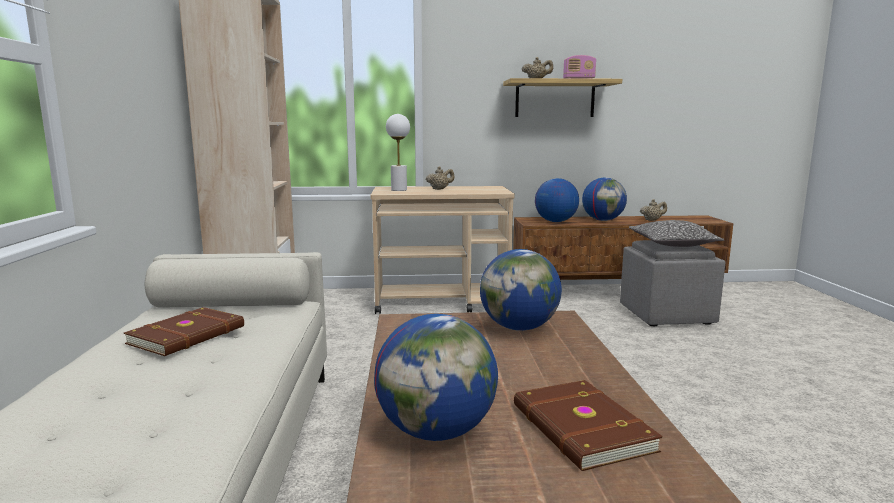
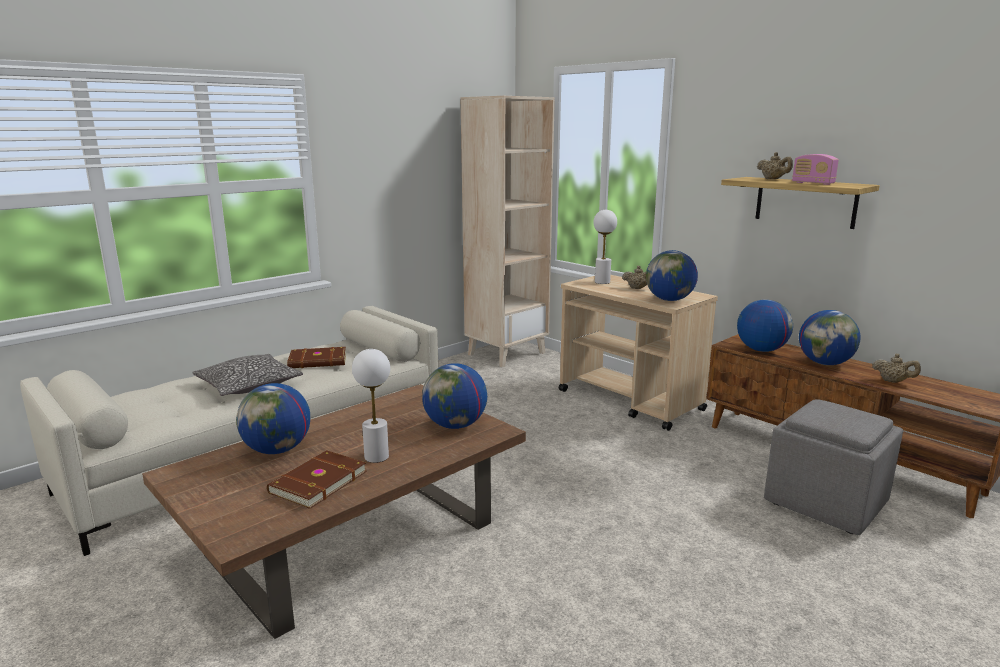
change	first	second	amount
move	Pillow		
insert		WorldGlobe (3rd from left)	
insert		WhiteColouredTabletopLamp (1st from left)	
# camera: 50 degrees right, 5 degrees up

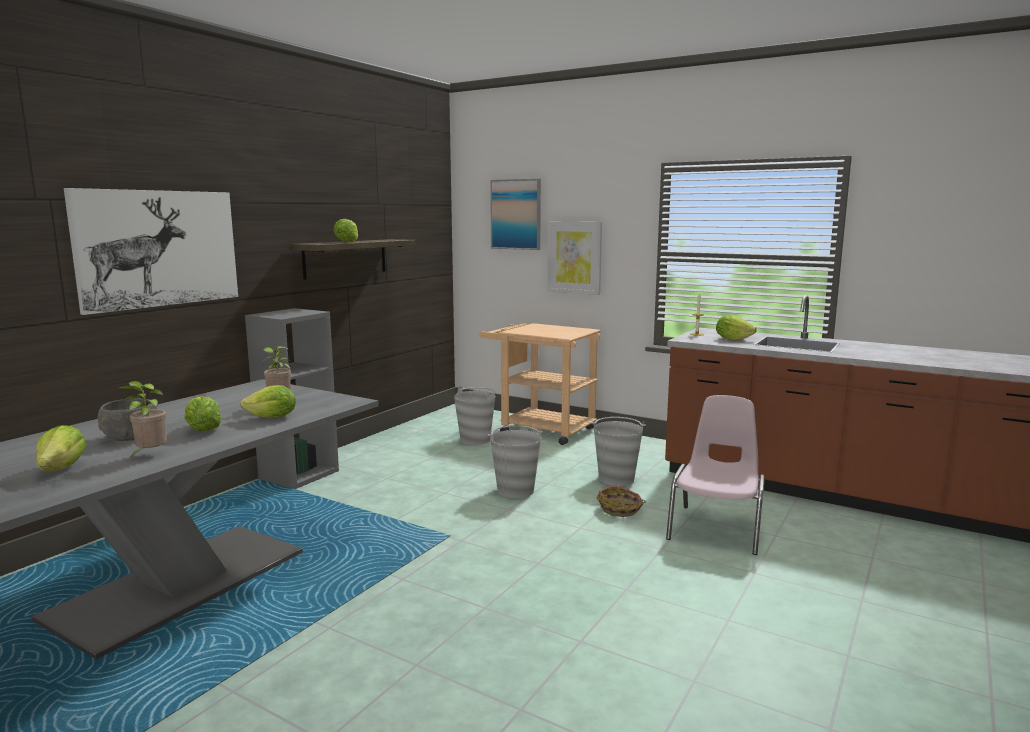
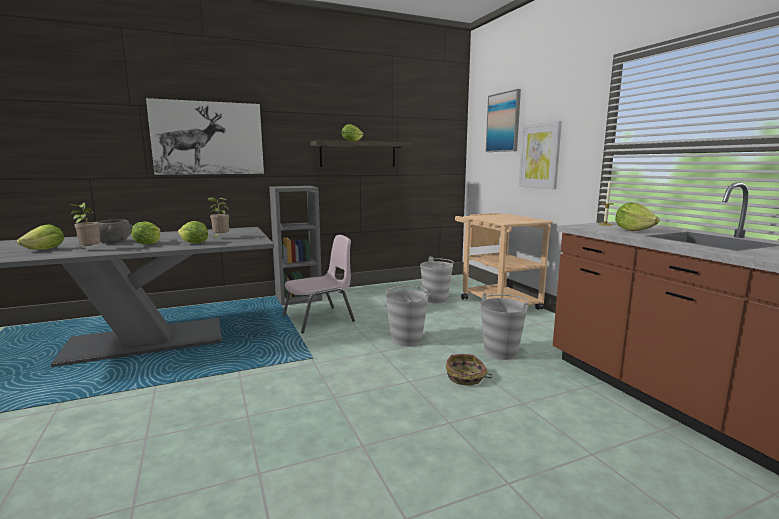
change	first	second	amount
move	PinkColouredPlainChair		
# camera: 35 degrees right, 0 degrees up

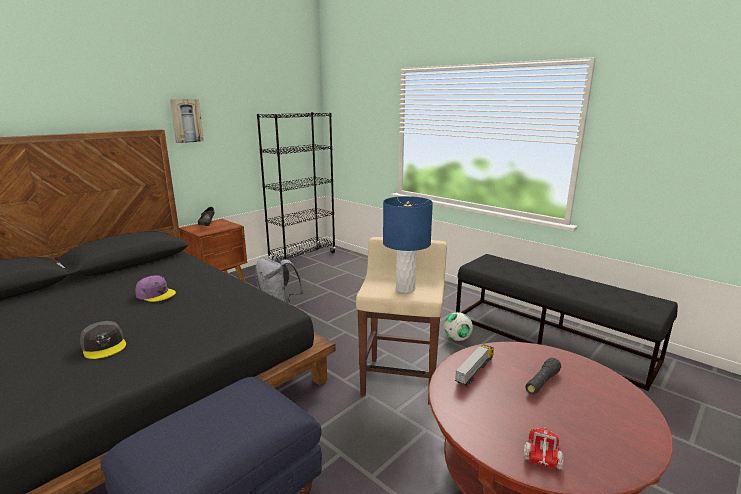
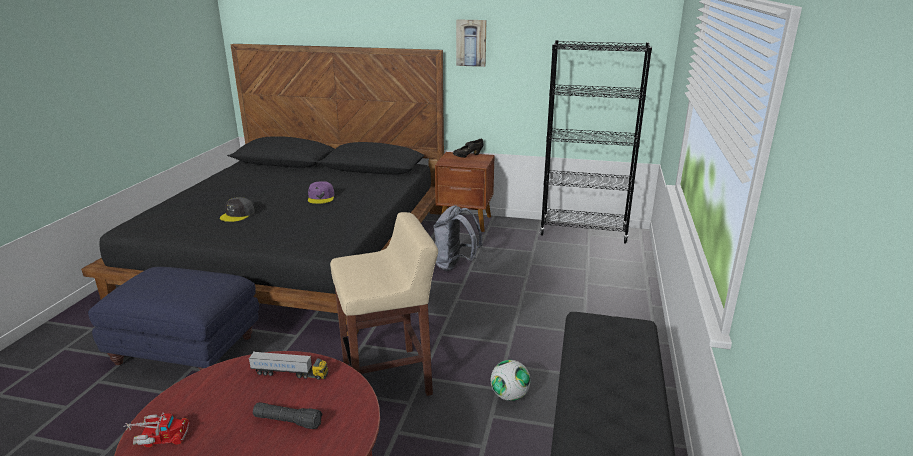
change	first	second	amount
delete	BlueTabletopLamp		
# camera: 60 degrees right, 5 degrees up

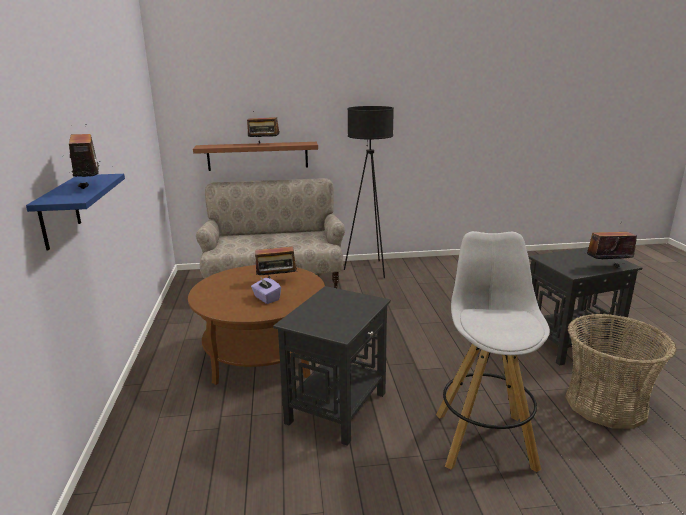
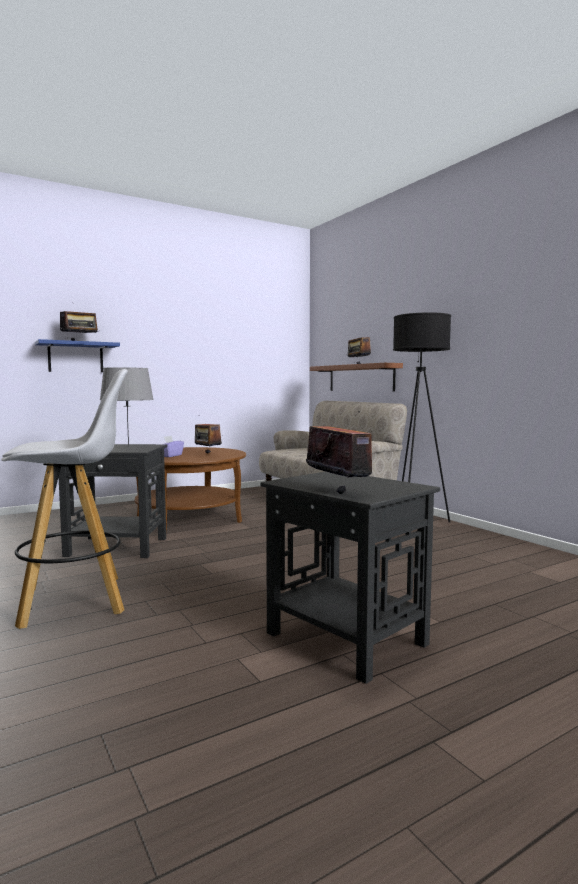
change	first	second	amount
delete	HouseholdBasket		
insert		GrayTabletopLamp	
# camera: 65 degrees right, 15 degrees down

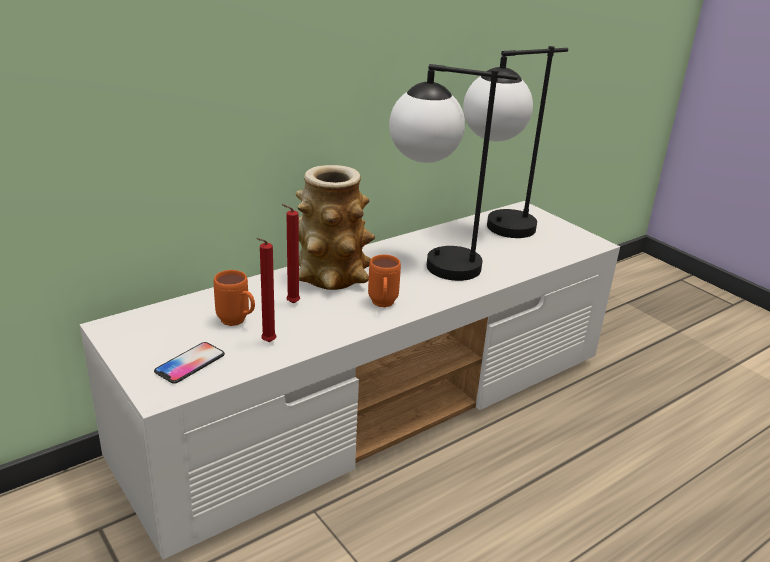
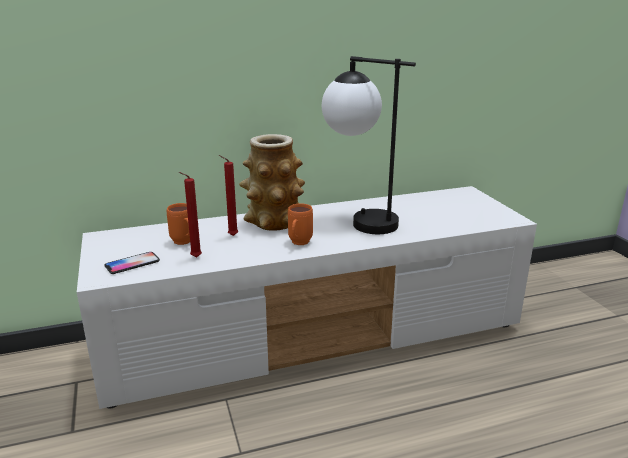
change	first	second	amount
delete	TabletopLamp (2nd from left)		
# camera: 20 degrees right, 5 degrees down

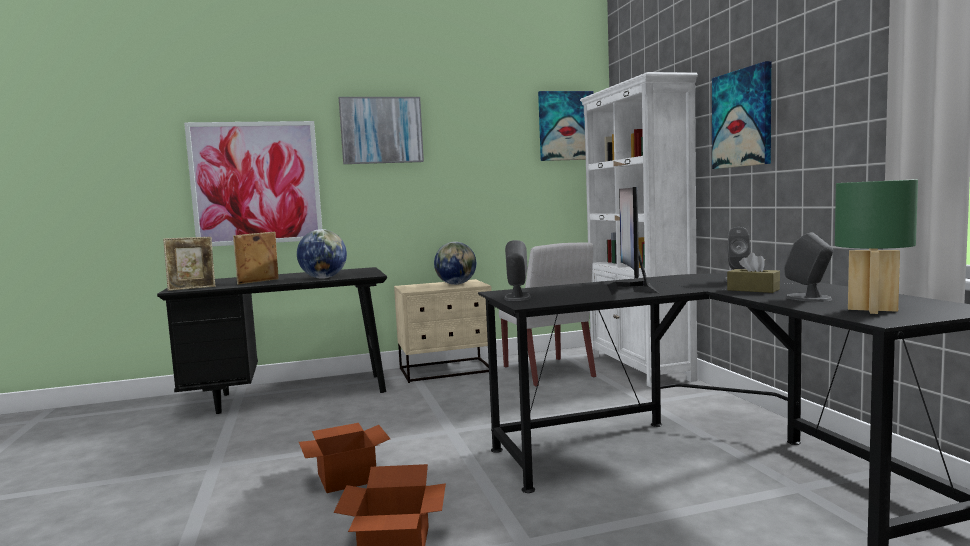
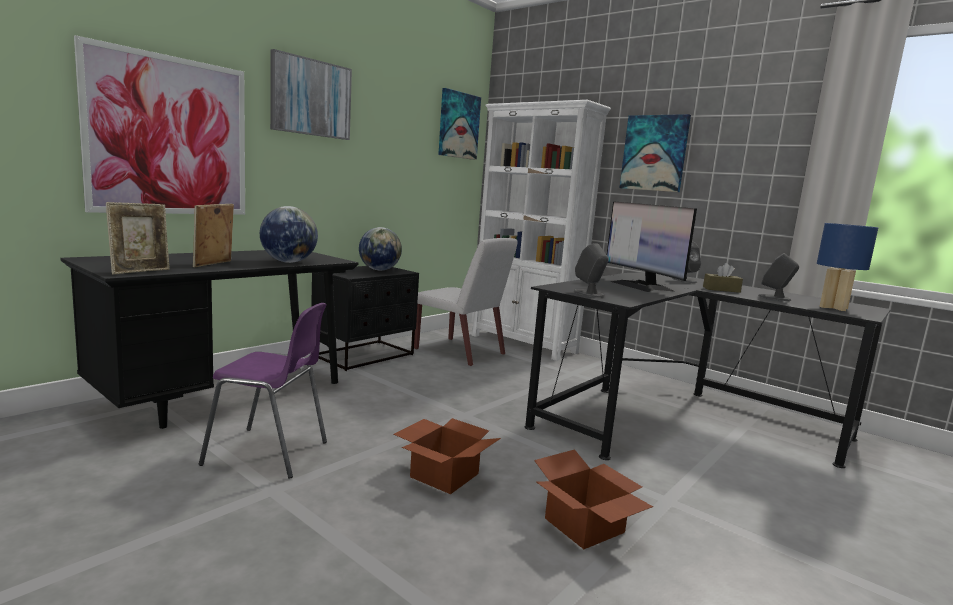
change	first	second	amount
recolor	GreenColouredTabletopLamp	BlueTabletopLamp	
recolor	BeigeColouredNightTable	BlackNightTable	
insert		PurpleColouredPlainChair	
# camera: 35 degrees left, 5 degrees up

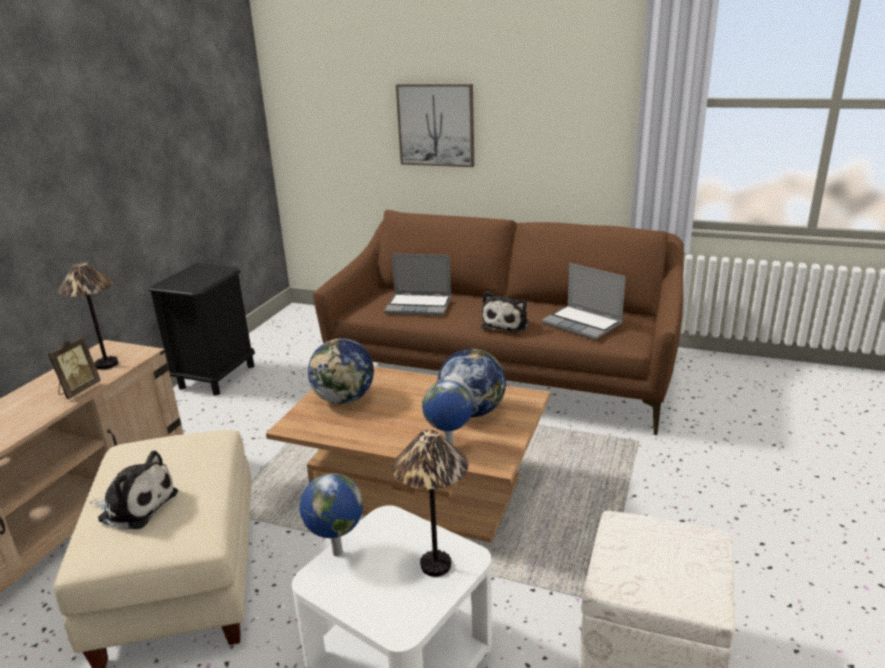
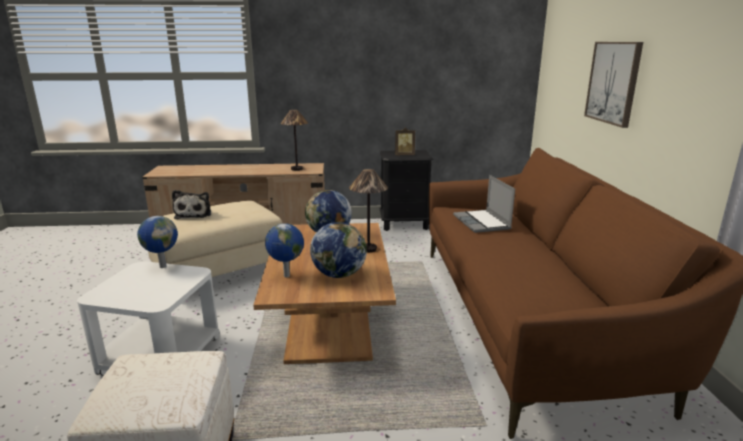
change	first	second	amount
delete	Laptop (2nd from left)		
delete	SoftToy (2nd from left)		
move	StandingFrame		
move	TabletopLamp (2nd from left)		
# camera: 65 degrees right, 5 degrees down

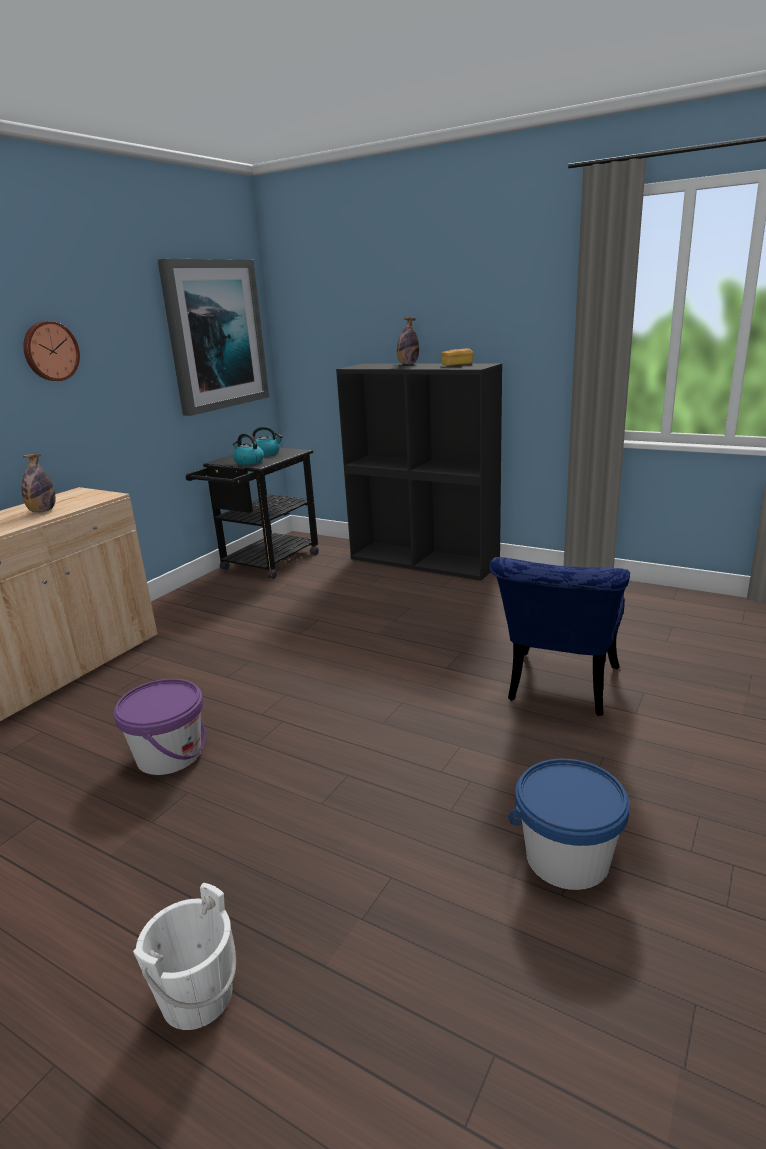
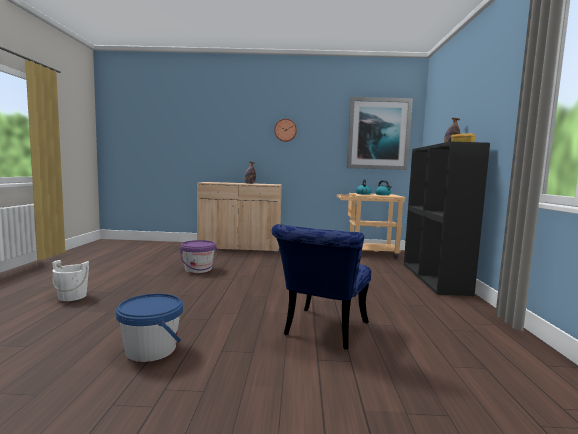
change	first	second	amount
recolor	BlackCart	BeigeColouredCart	
rotate	BluePlainChair		60 degrees counterclockwise
# camera: 60 degrees right, 15 degrees down

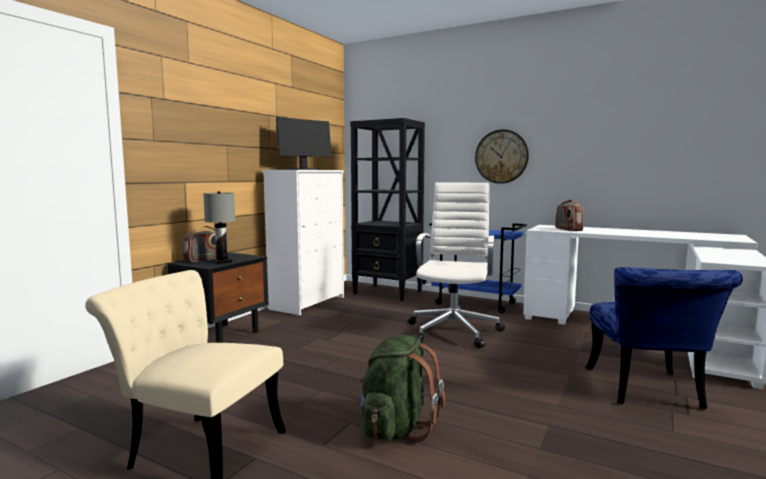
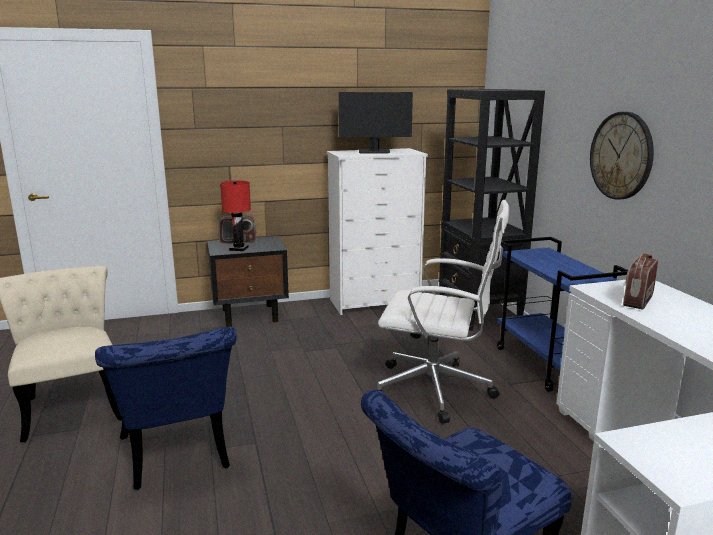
change	first	second	amount
rotate	WhiteColouredComputerChair		45 degrees clockwise
recolor	GrayTabletopLamp	RedColouredTabletopLamp	
replace	GreenColouredRucksack	BluePlainChair (1st from left)	
# camera: 45 degrees right, 10 degrees up

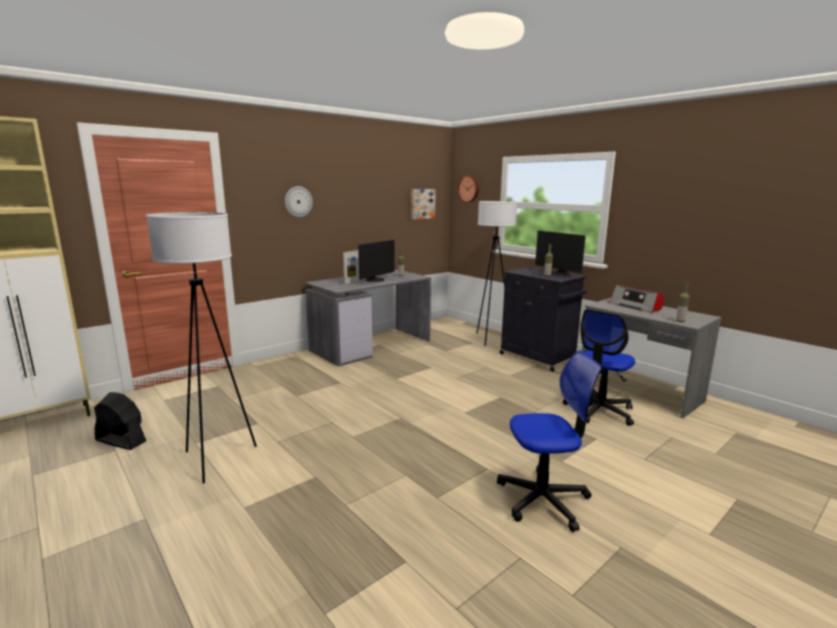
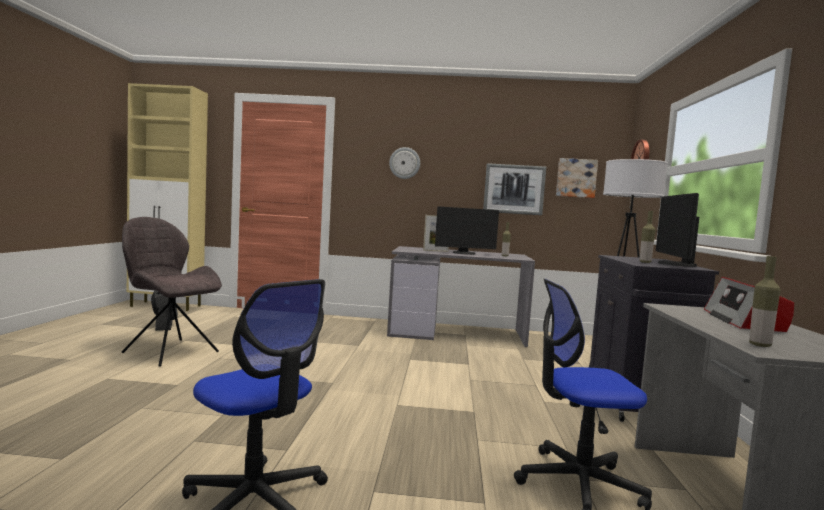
change	first	second	amount
replace	WhiteColouredStandardLamp (1st from left)	GrayPlainChair	
insert		WallPicture (1st from left)	
# camera: 45 degrees right, 10 degrees down

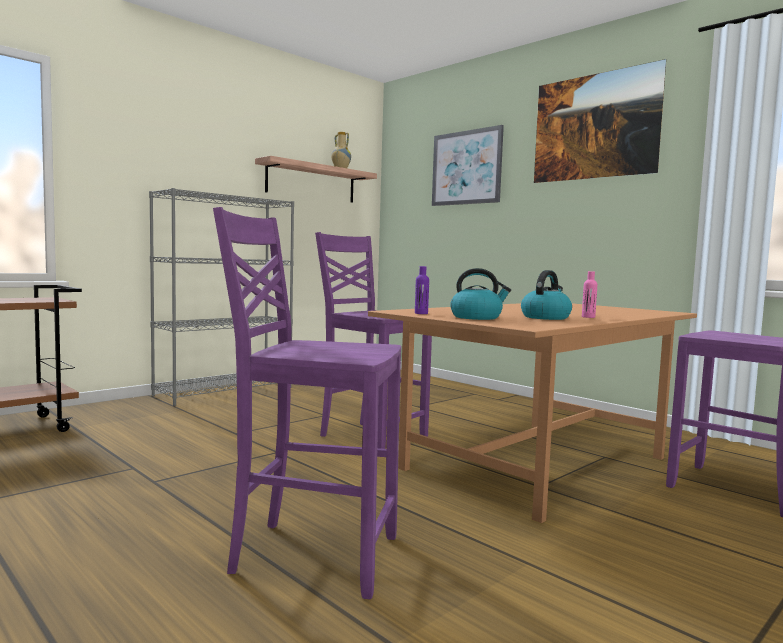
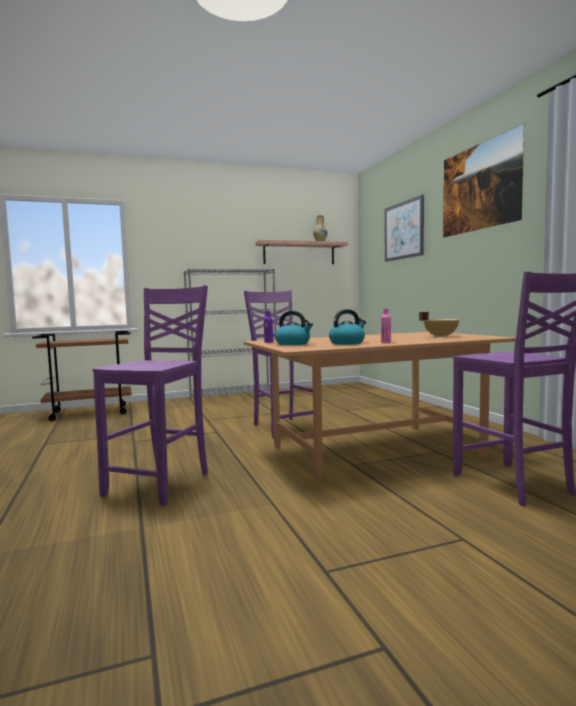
change	first	second	amount
rotate	PurpleColouredPlainChair (1st from left)		75 degrees clockwise
insert		BeigeColouredStockpot	
# camera: 25 degrees right, 0 degrees up

